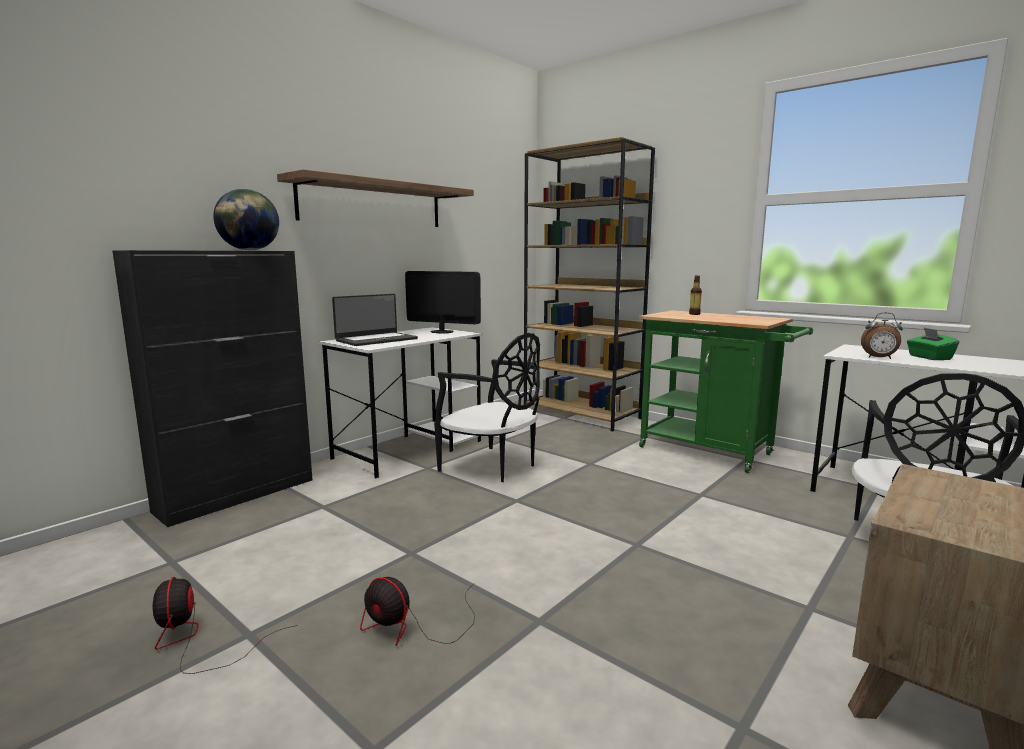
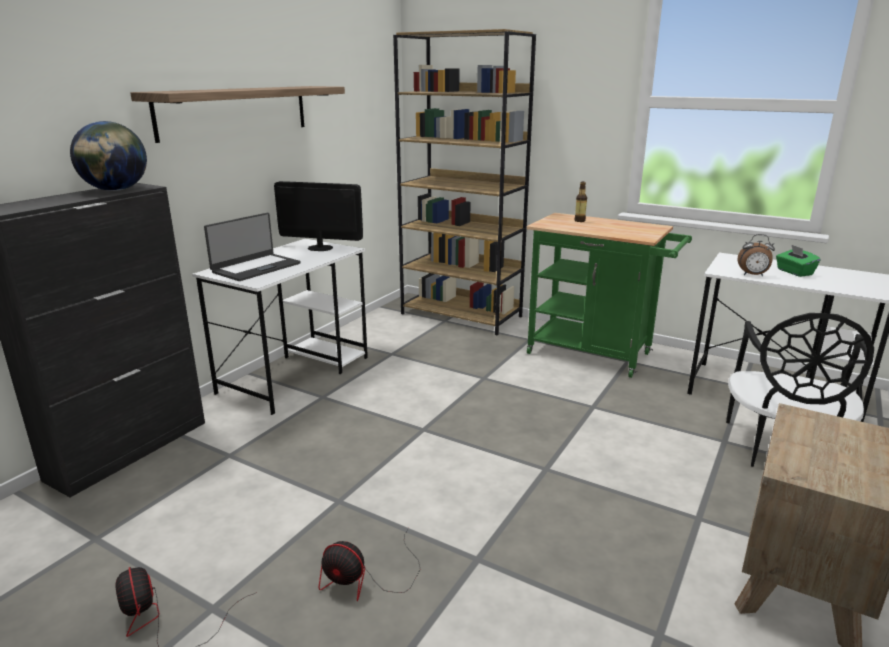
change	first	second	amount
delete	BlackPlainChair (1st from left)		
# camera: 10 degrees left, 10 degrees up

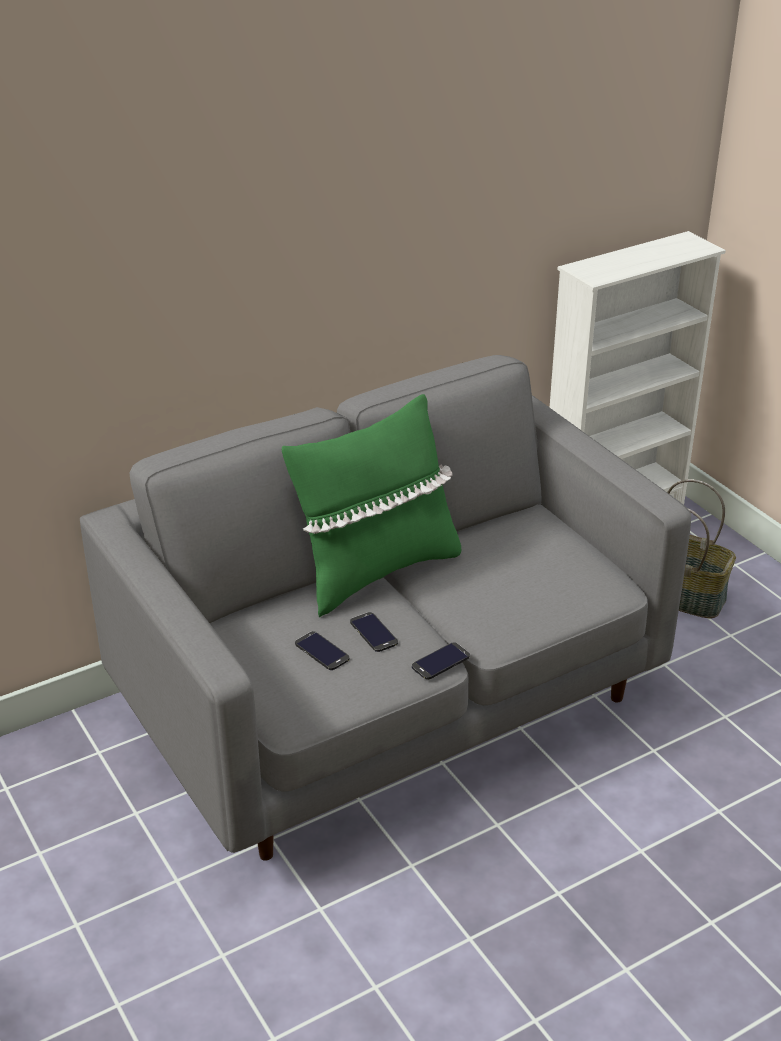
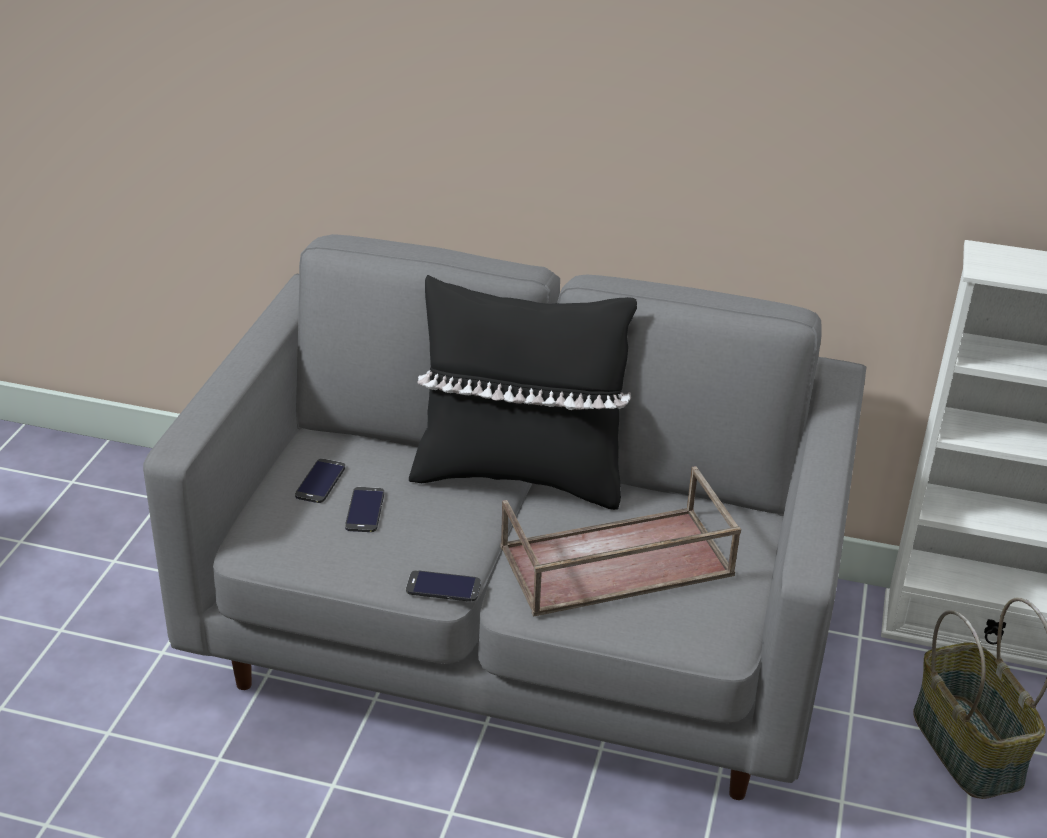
change	first	second	amount
recolor	GreenColouredPillow	BlackPillow	
move	Phone (2nd from left in the first image)	Phone (1st from left)	
insert		BrownishServingTray	
# camera: 45 degrees right, 0 degrees up

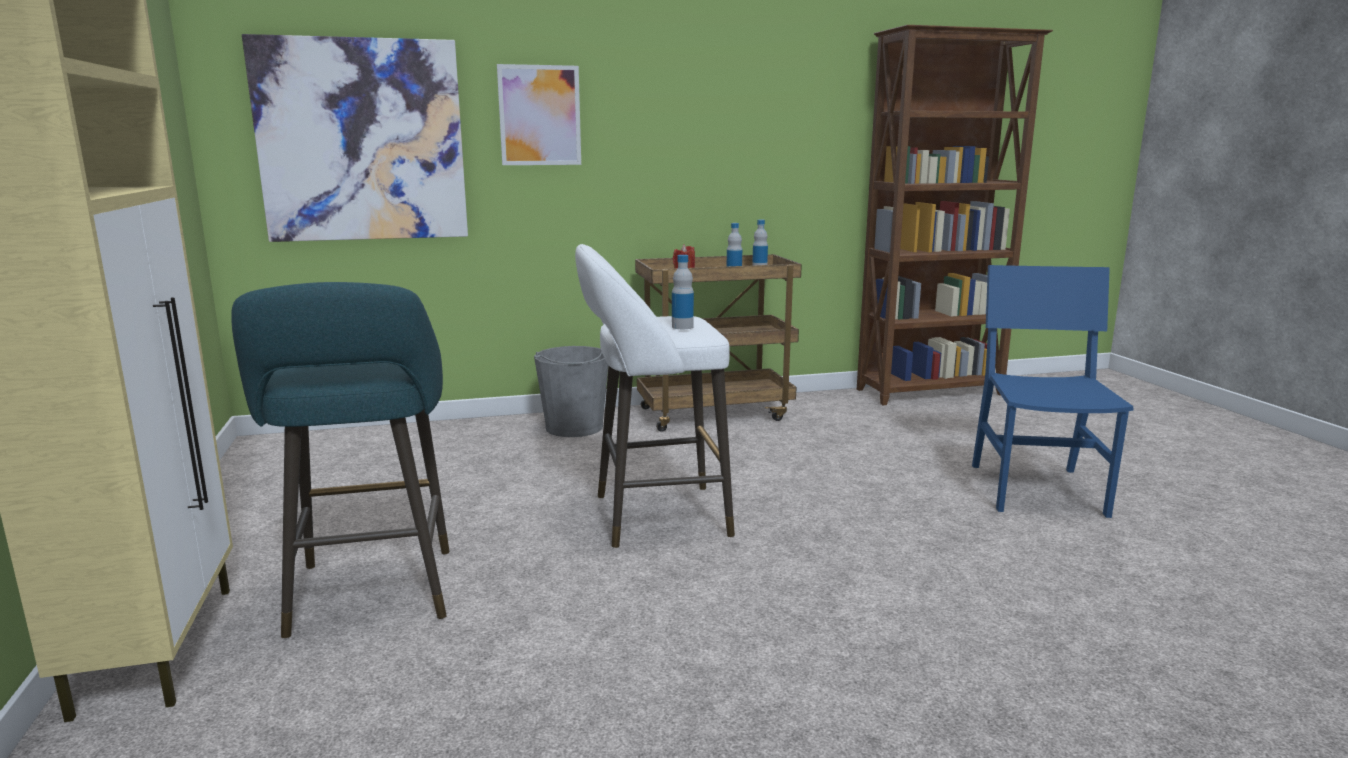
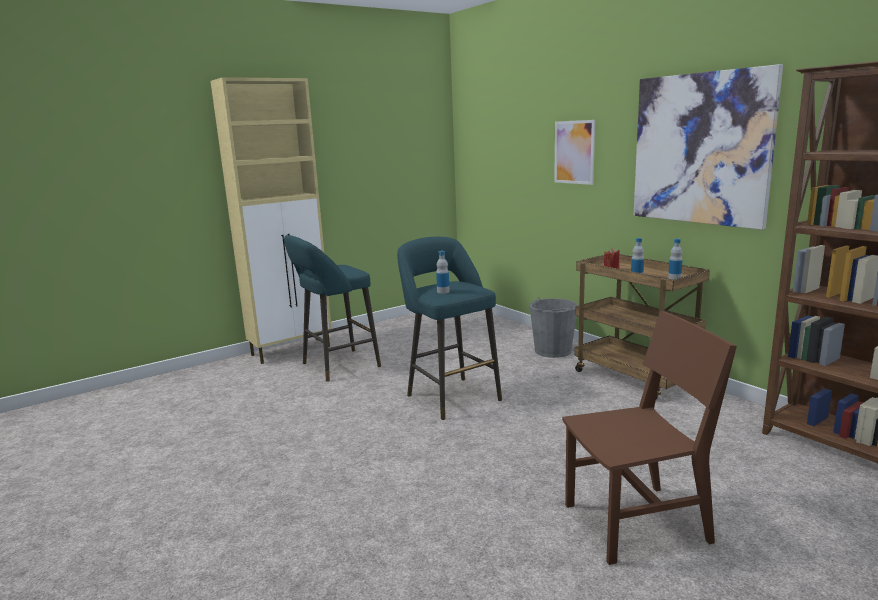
change	first	second	amount
move	WallPicture (1st from left in the first image)	WallPicture (2nd from left)	
recolor	WhiteColouredStool	TurquoiseStool (2nd from left)	
recolor	BluePlainChair	BrownishPlainChair	
# camera: 70 degrees right, 0 degrees up

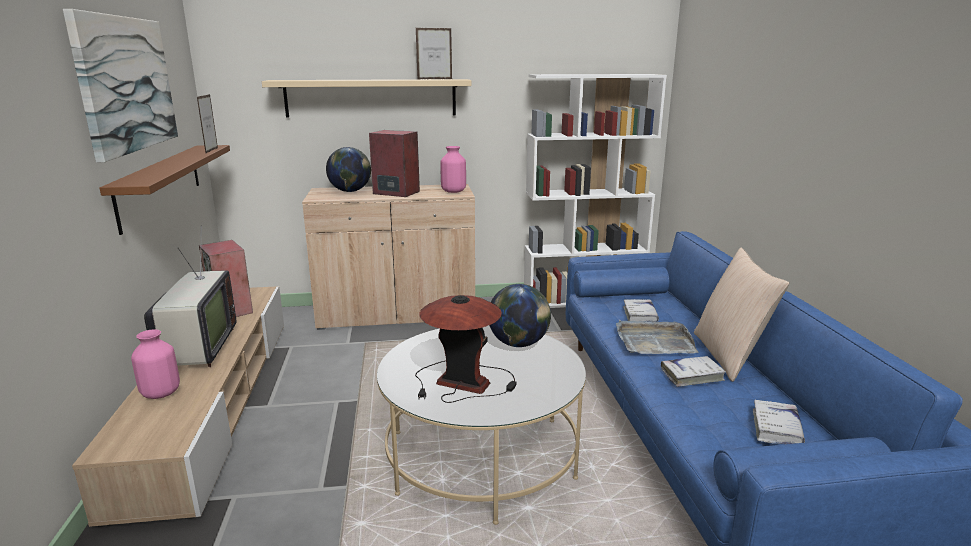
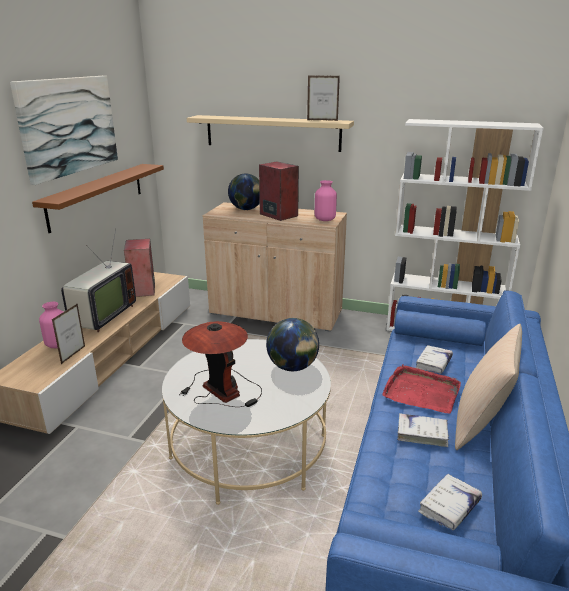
change	first	second	amount
move	StandingFrame (1st from left)		
recolor	GrayServingTray	RedColouredServingTray	
# camera: 25 degrees right, 5 degrees up

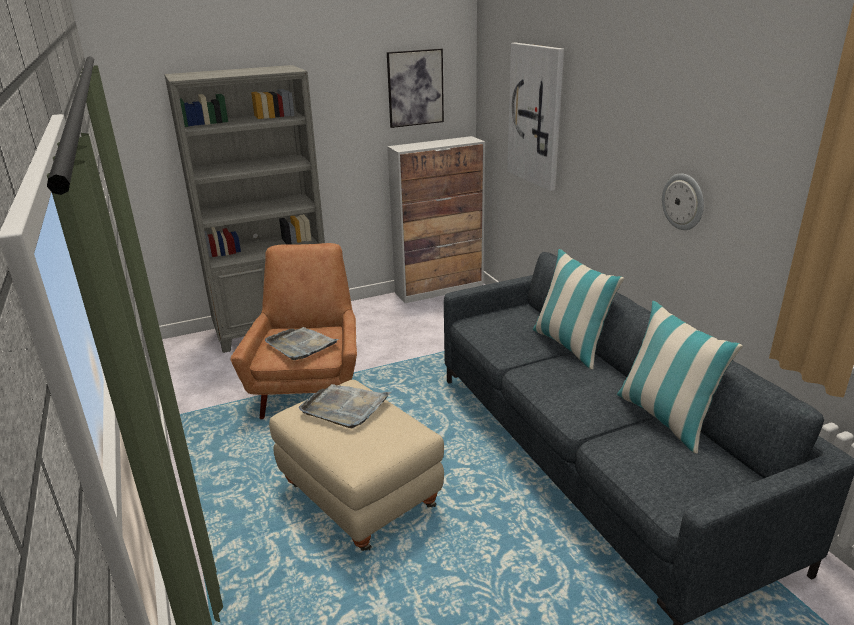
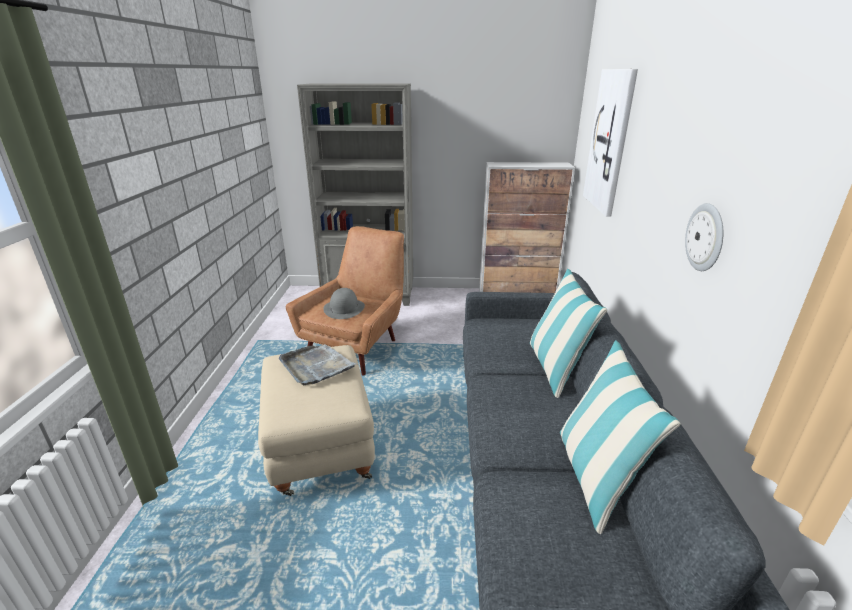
change	first	second	amount
delete	WallPicture (1st from left)		
replace	GrayServingTray (1st from left)	GrayClothingHat	
# camera: 25 degrees right, 0 degrees up

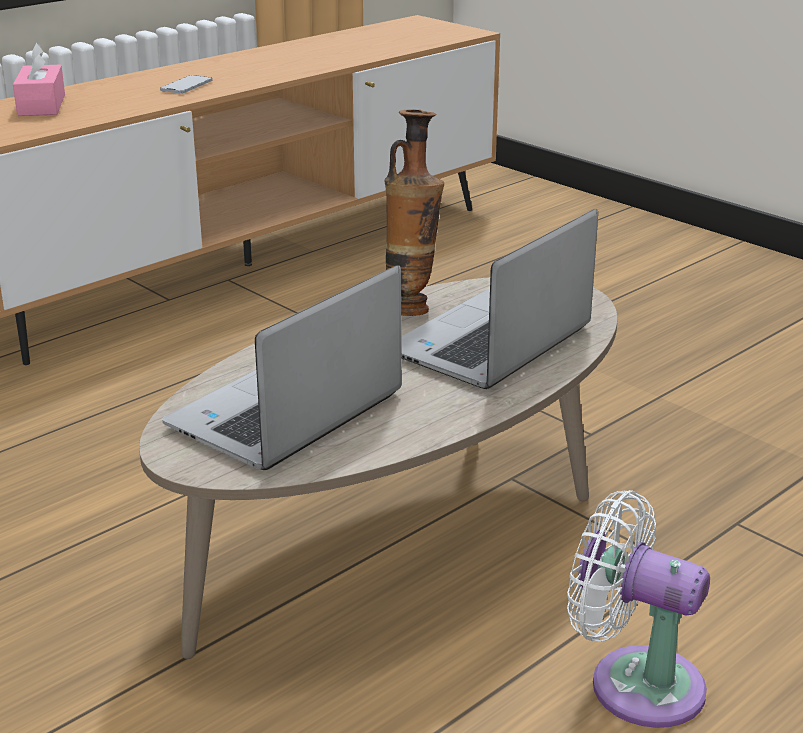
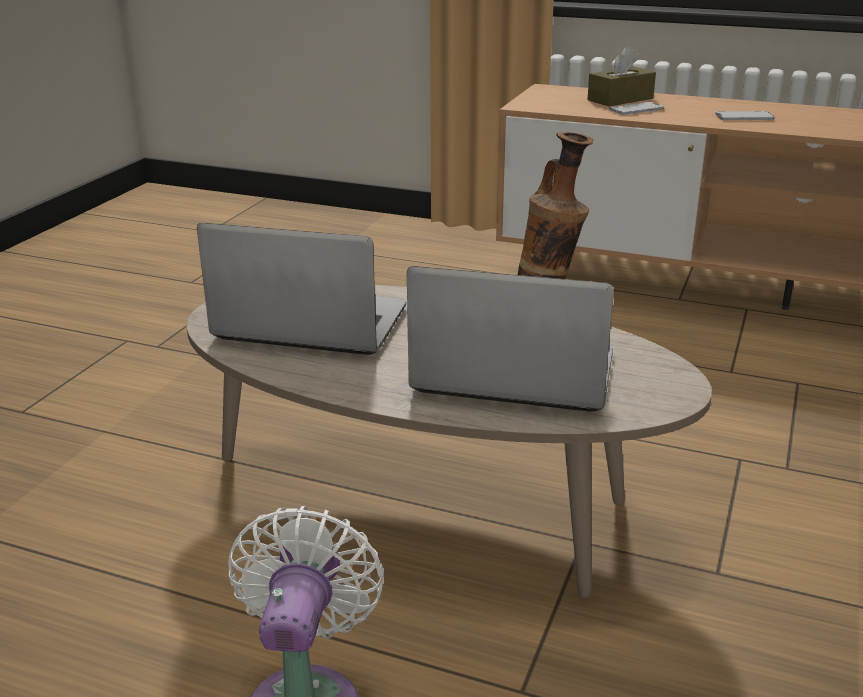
change	first	second	amount
recolor	PinkColouredTissueHolder	BrownishTissueHolder	
insert		Phone (1st from left)	
# camera: 65 degrees right, 0 degrees up

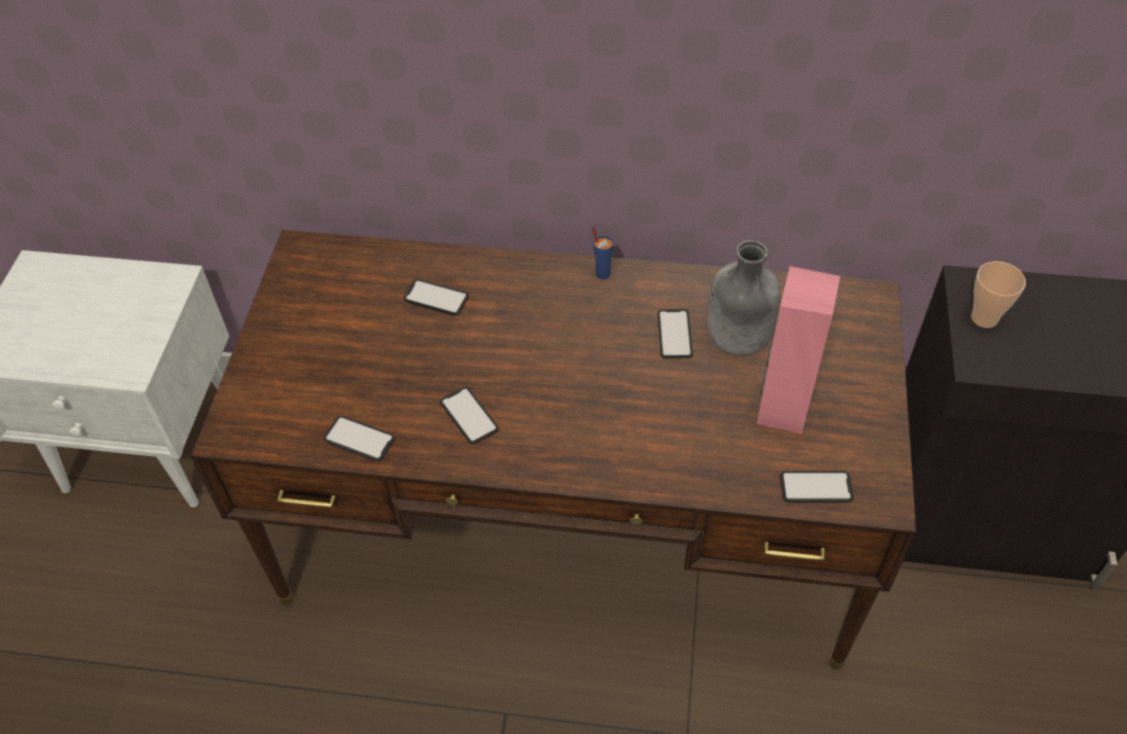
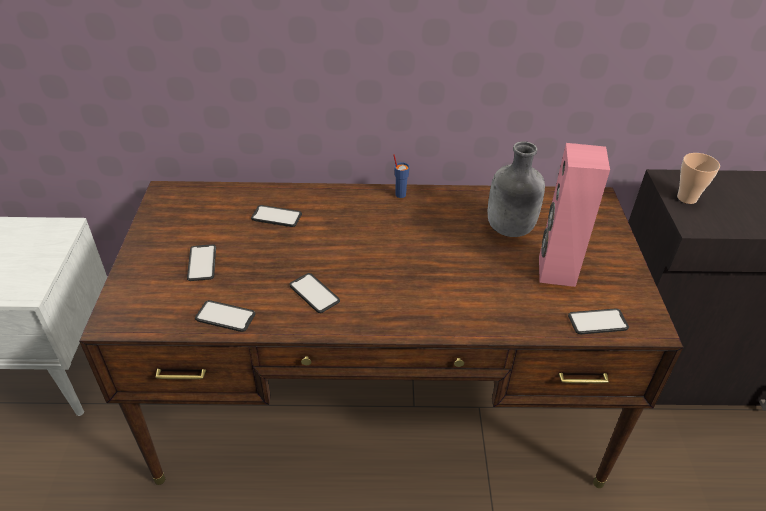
change	first	second	amount
move	Phone (4th from left in the first image)	Phone (1st from left)	
# camera: 10 degrees left, 10 degrees down

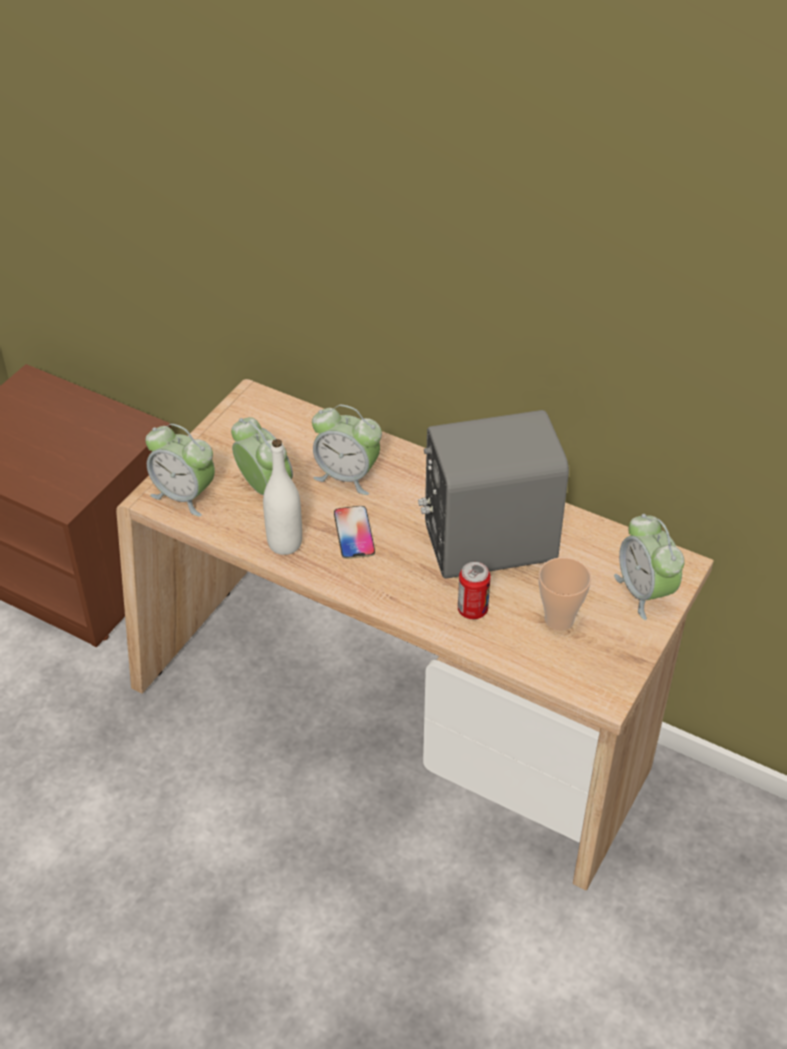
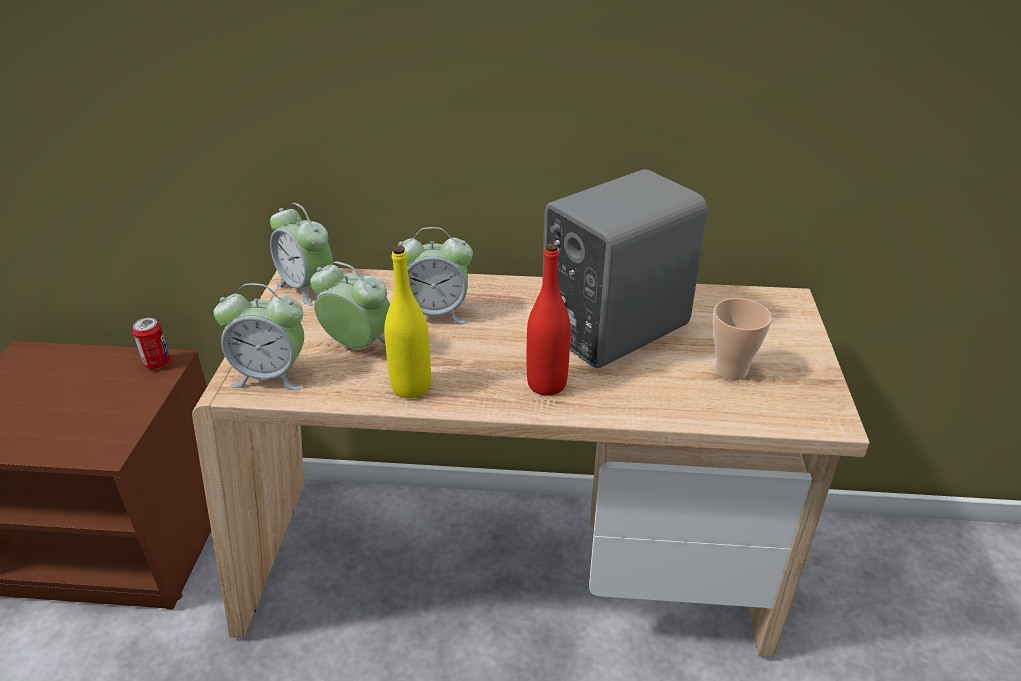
change	first	second	amount
recolor	WhiteColouredDrinkBottle	YellowColouredDrinkBottle	
delete	Phone		
move	BedsideClock (4th from left in the first image)	BedsideClock (2nd from left)	
move	MetalCan		
insert		RedColouredDrinkBottle	
# camera: 25 degrees left, 10 degrees down

